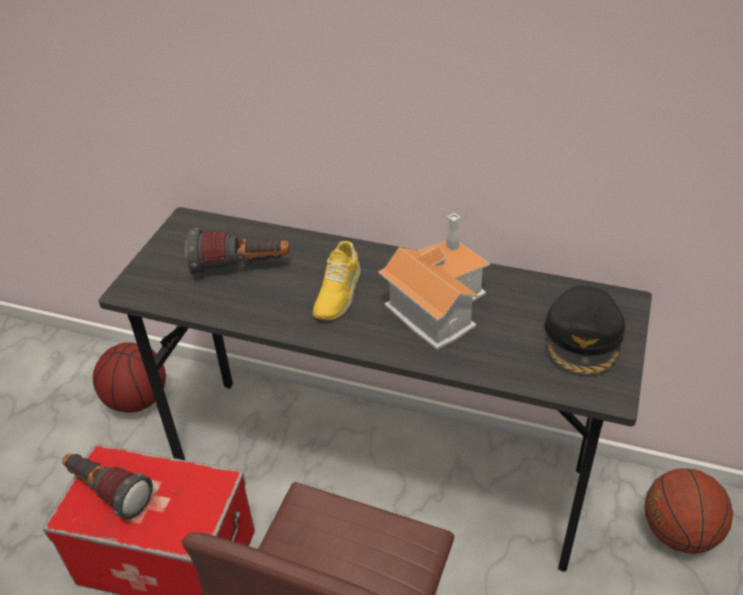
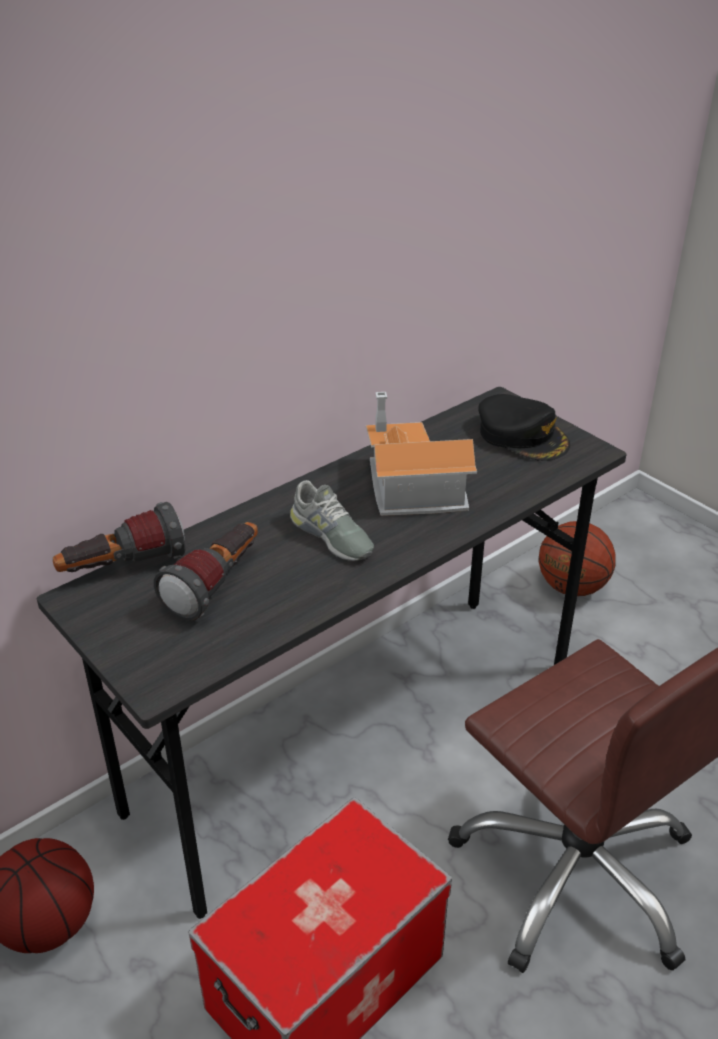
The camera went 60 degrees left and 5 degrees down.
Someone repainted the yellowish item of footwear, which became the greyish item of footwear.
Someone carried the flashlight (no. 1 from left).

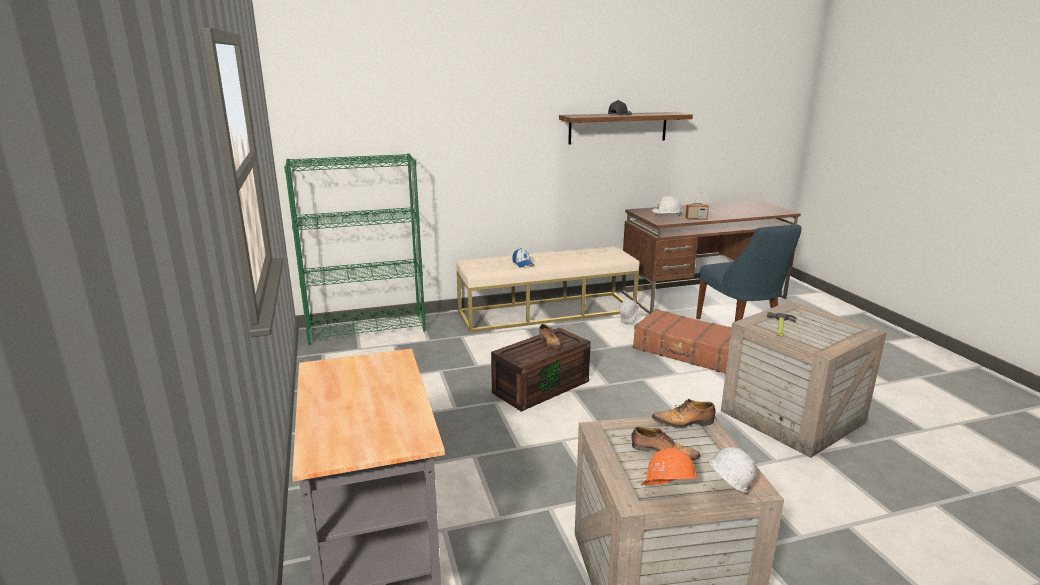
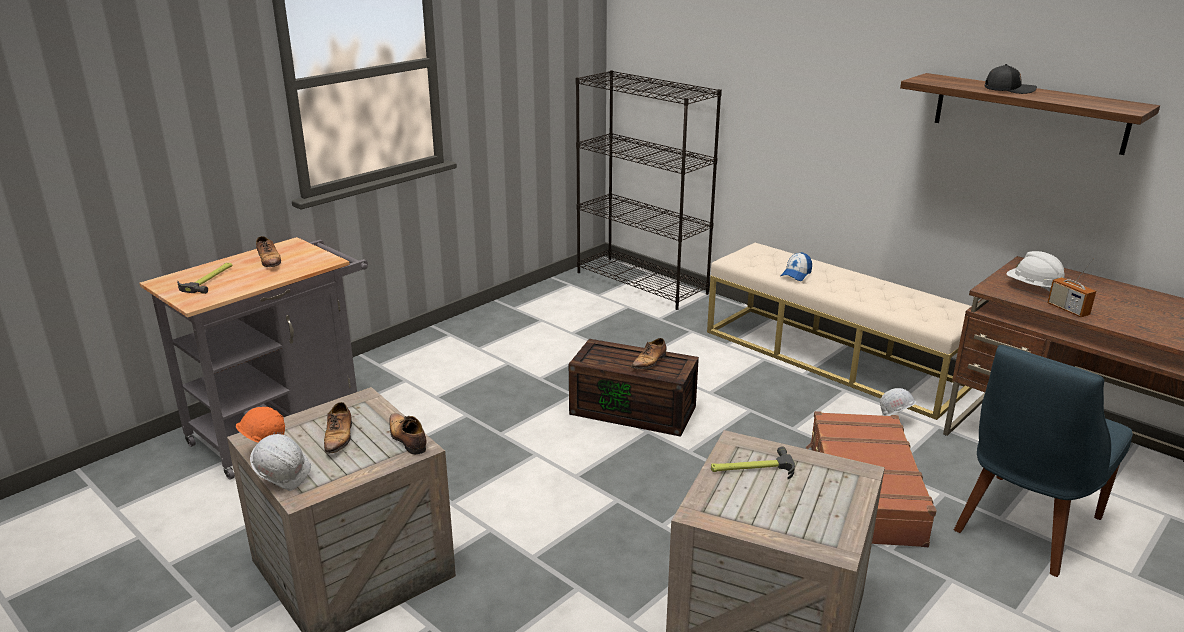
The camera went 60 degrees right and 5 degrees up.
Someone repainted the green-coloured shelving unit, which became the black-coloured shelving unit.
Someone put down the item of footwear (no. 1 from left).
Someone put down the tool hammer (no. 1 from left).

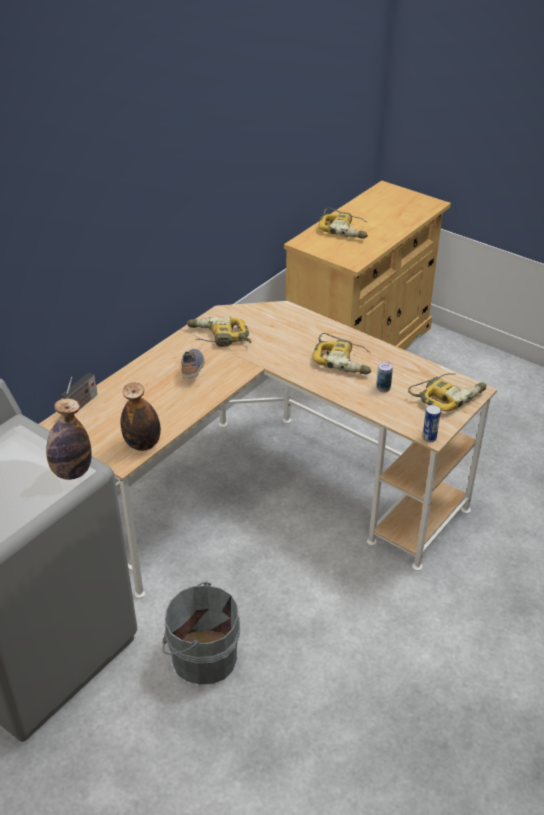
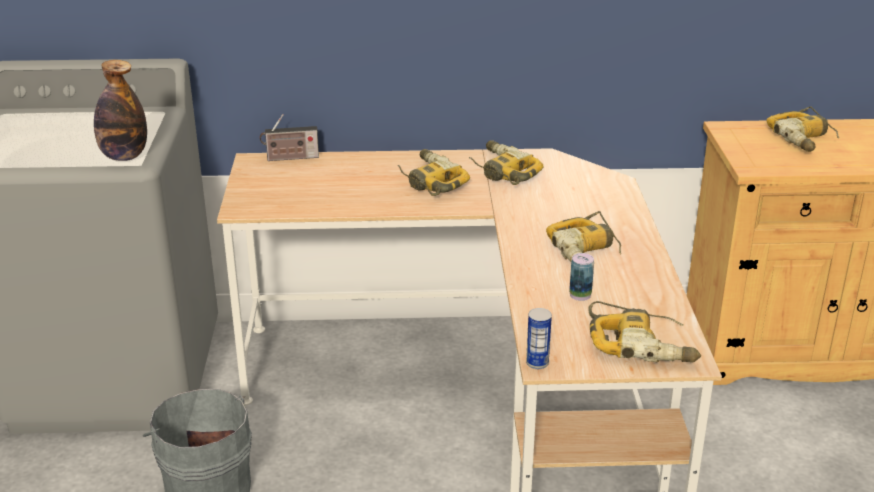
The camera went 50 degrees right and 10 degrees down.
Someone swapped the item of footwear for the drill (no. 1 from left).
Someone took away the beverage bottle (no. 2 from left).

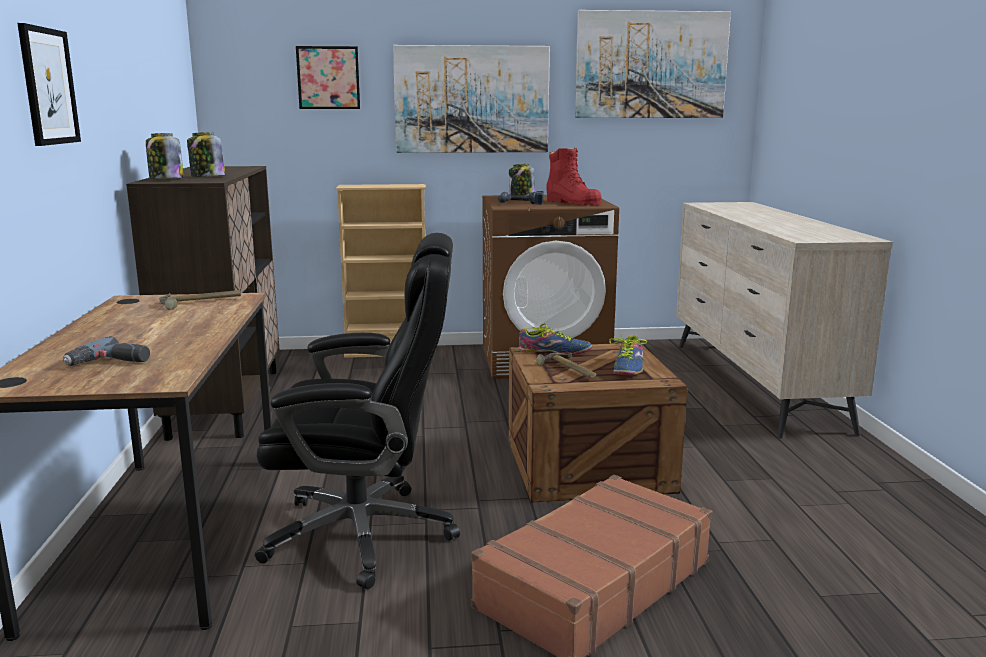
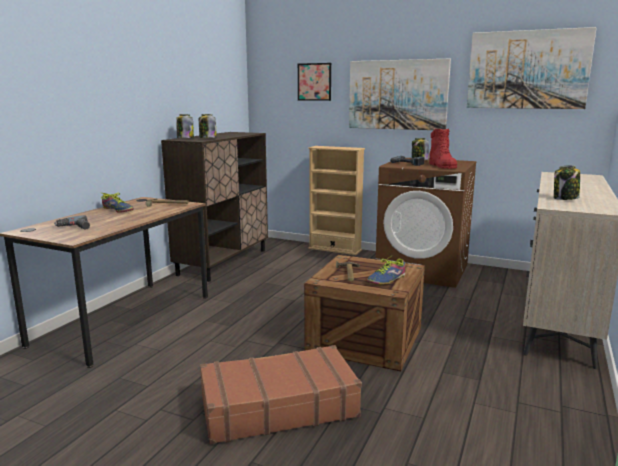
The camera went 30 degrees right and 0 degrees up.
Someone took away the wall picture (no. 1 from left).
Someone took away the black-coloured computer chair.
Someone carried the item of footwear (no. 1 from left).
Someone put down the jar (no. 4 from left).

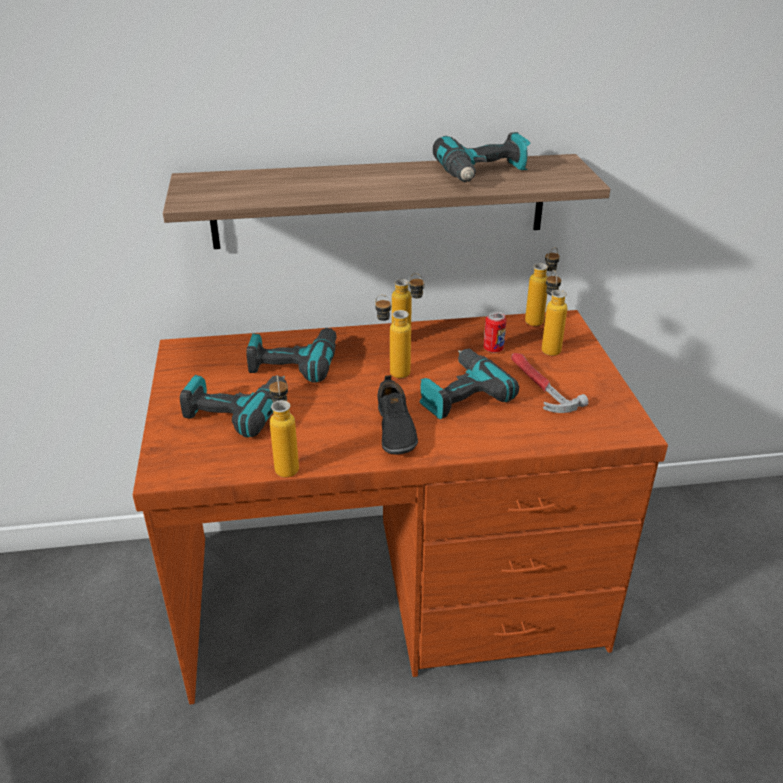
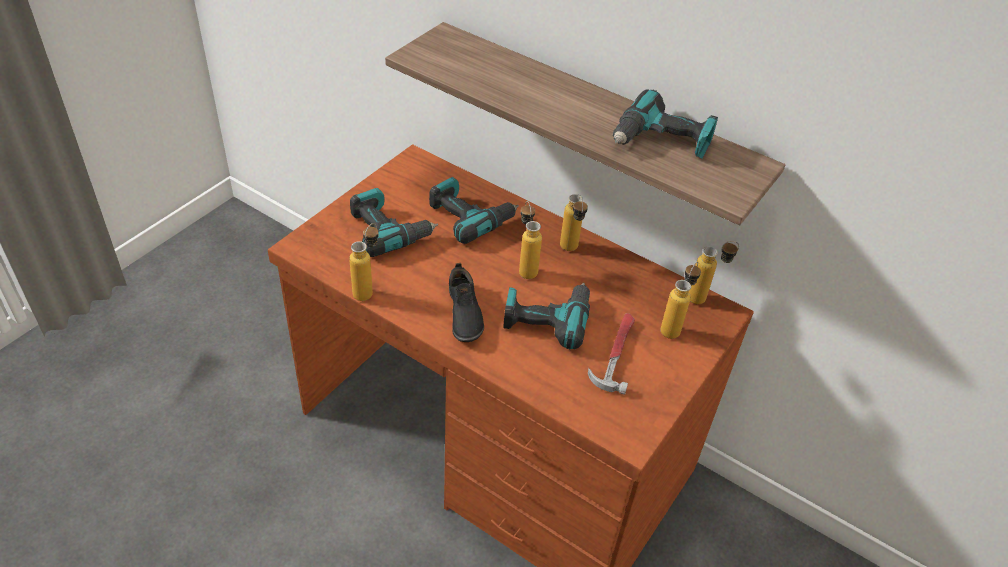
The camera went 40 degrees right and 10 degrees up.
Someone took away the metal can.
Someone rotated the black-coloured item of footwear by 45 degrees counterclockwise.

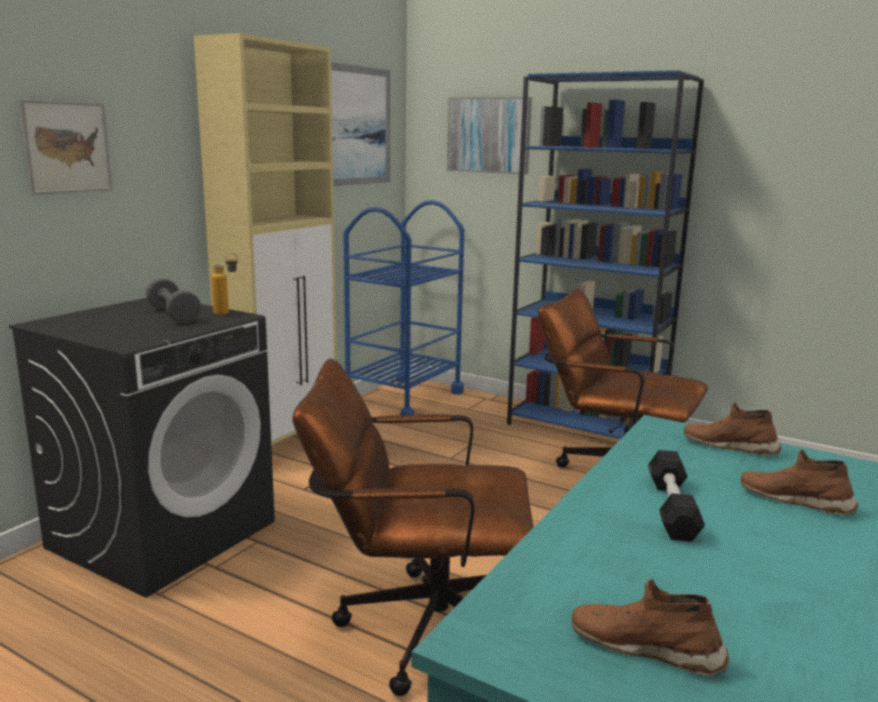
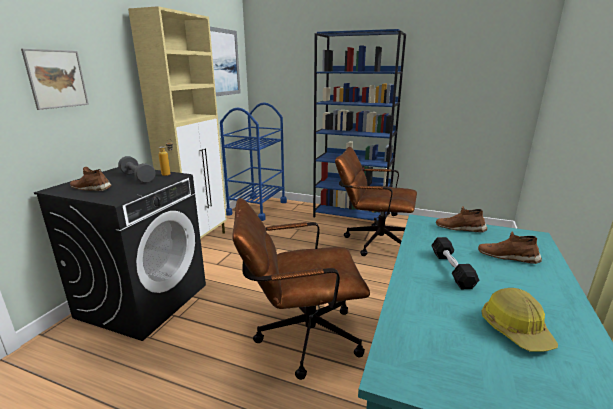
The camera went 10 degrees left and 5 degrees up.
Someone took away the wall picture (no. 3 from left).
Someone carried the brown-coloured item of footwear (no. 1 from left).
Someone put down the hard hat.

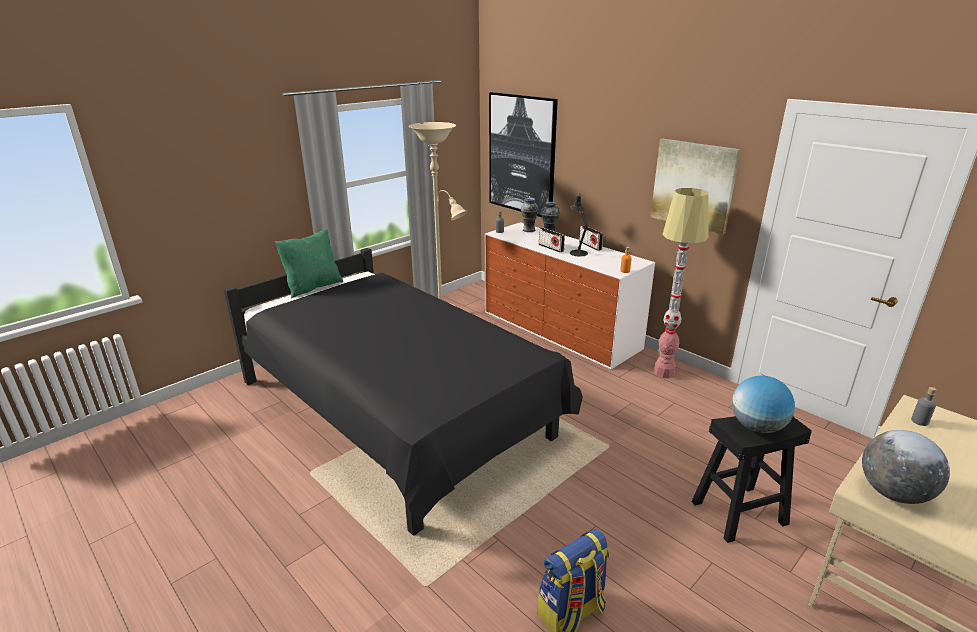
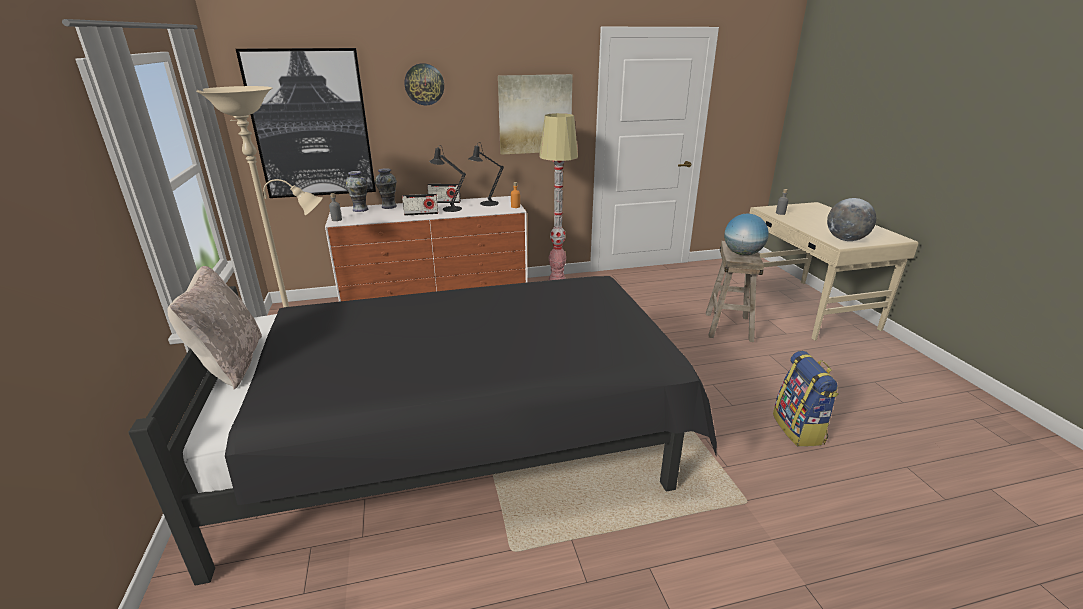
The camera went 60 degrees left and 0 degrees up.
Someone repainted the green-coloured throw pillow, which became the beige-coloured throw pillow.
Someone repainted the black-coloured sitting stool, which became the beige-coloured sitting stool.
Someone put up the clock on the wall.
Someone put down the black-coloured tabletop lamp (no. 2 from left).

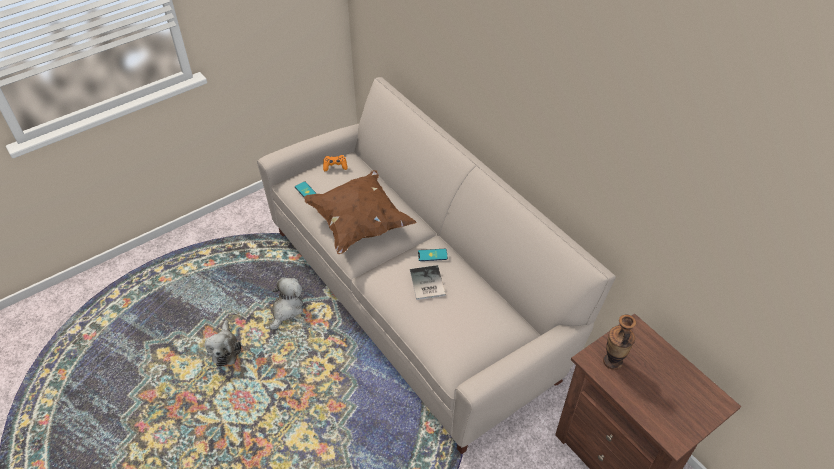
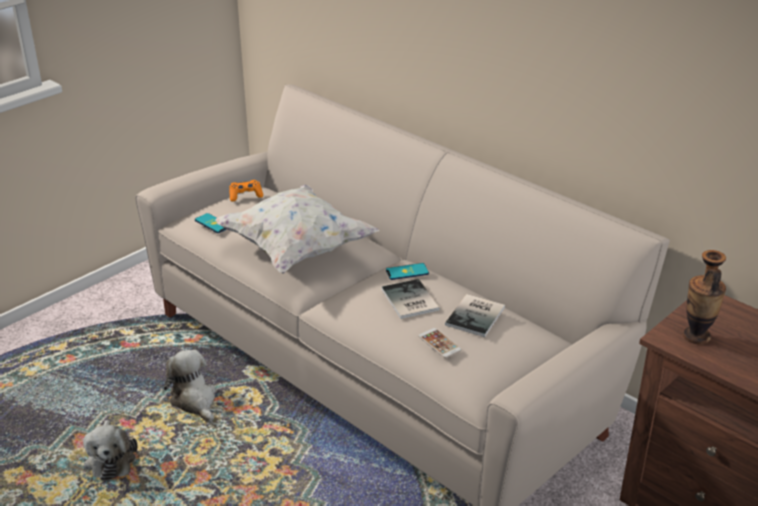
The camera went 10 degrees left and 15 degrees down.
Someone repainted the brown-coloured throw pillow, which became the white throw pillow.
Someone rotated the cuddly toy (no. 2 from left) by 45 degrees counterclockwise.
Someone put down the volume (no. 2 from left).
Someone put down the phone (no. 3 from left).

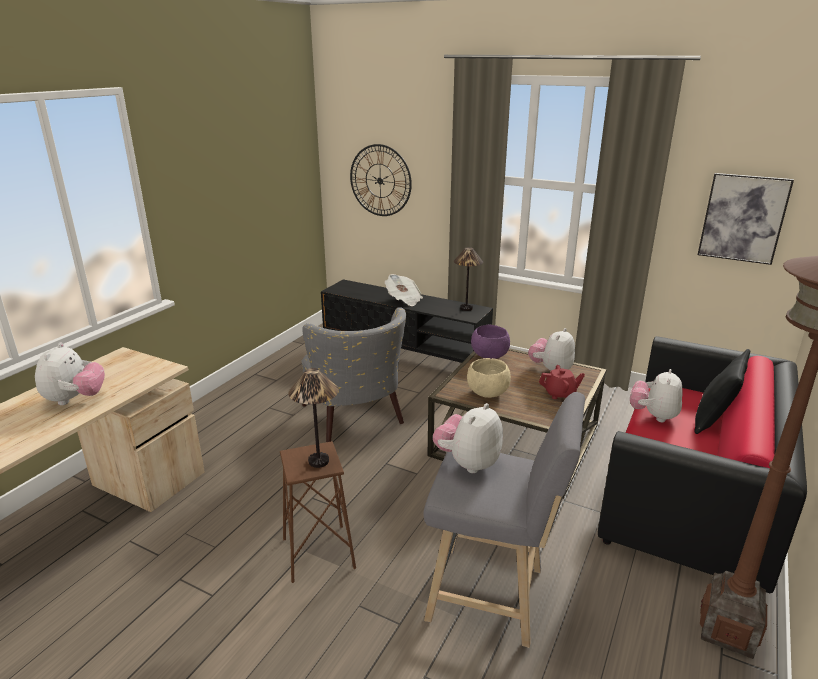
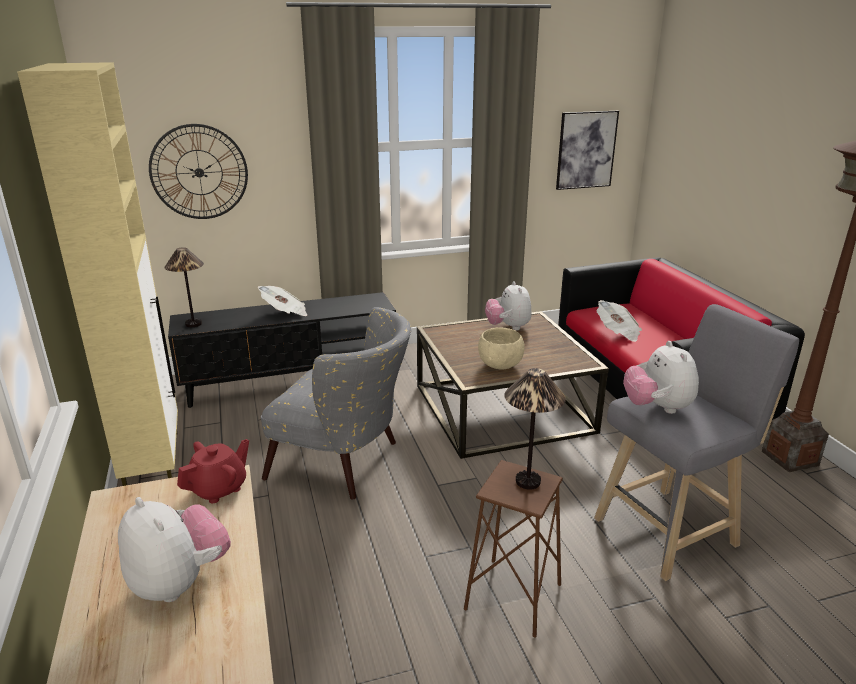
The camera went 45 degrees left and 0 degrees up.
Someone carried the tabletop lamp (no. 2 from left in the first image).
Someone took away the purple bowl.
Someone took away the black-coloured throw pillow.
Someone carried the red-coloured teapot.
Someone swapped the cuddly toy (no. 4 from left) for the printed paper (no. 2 from left).
Someone put down the beige-coloured cupboard.

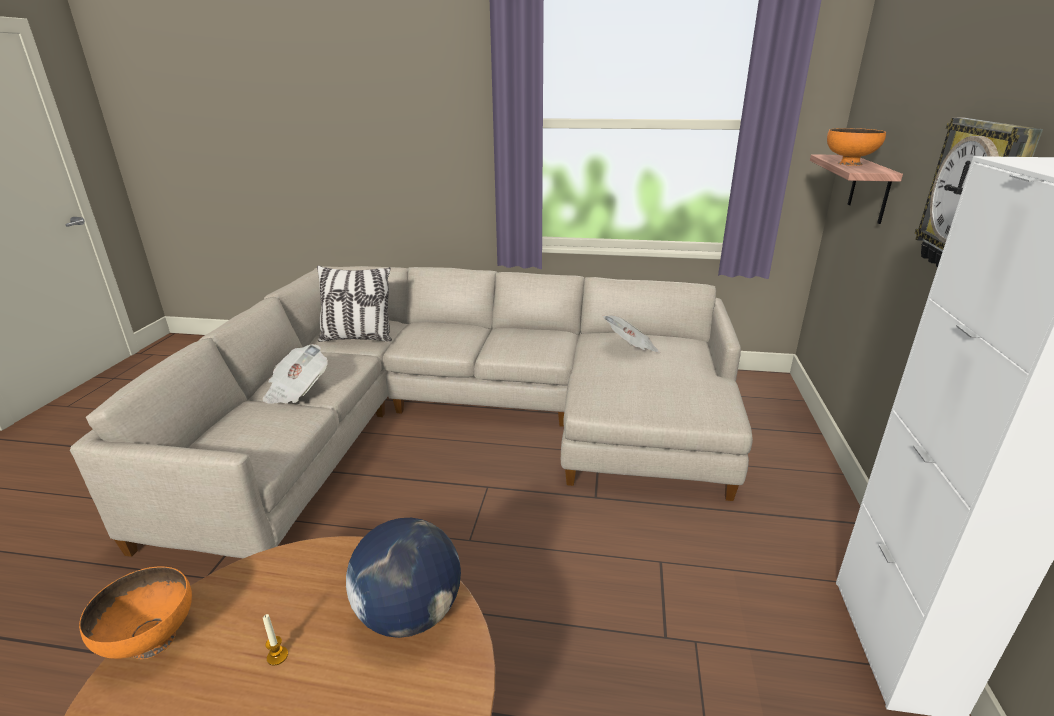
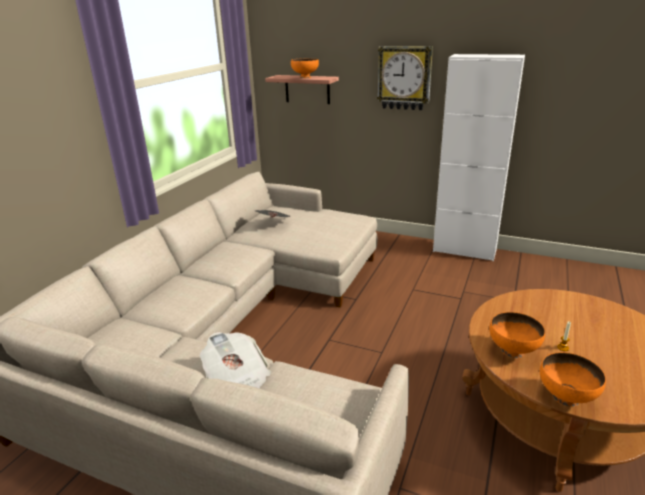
The camera went 75 degrees left and 0 degrees up.
Someone took away the throw pillow.
Someone took away the globe.
Someone put down the orange-coloured bowl (no. 2 from left).

